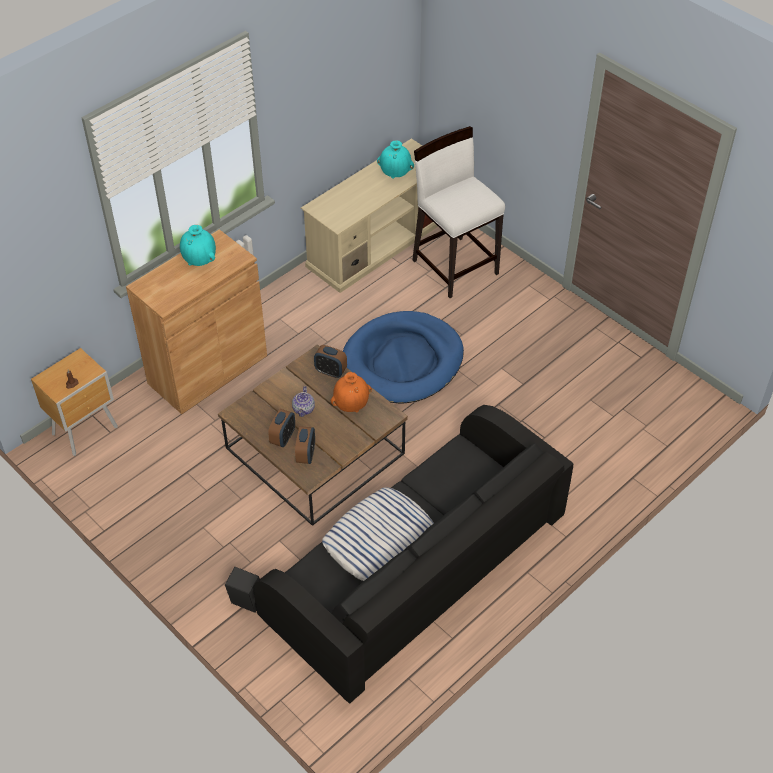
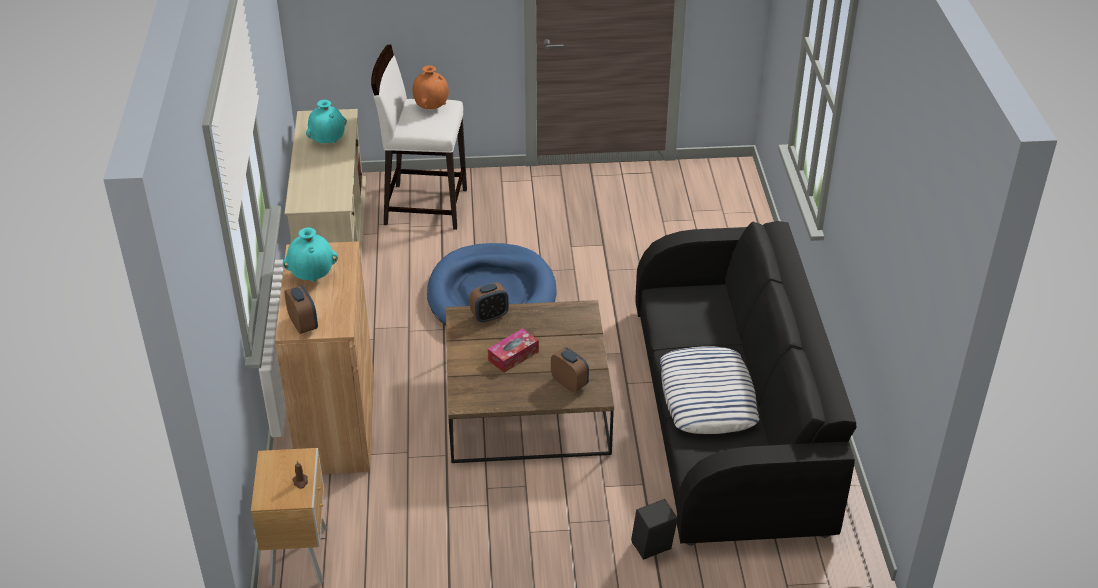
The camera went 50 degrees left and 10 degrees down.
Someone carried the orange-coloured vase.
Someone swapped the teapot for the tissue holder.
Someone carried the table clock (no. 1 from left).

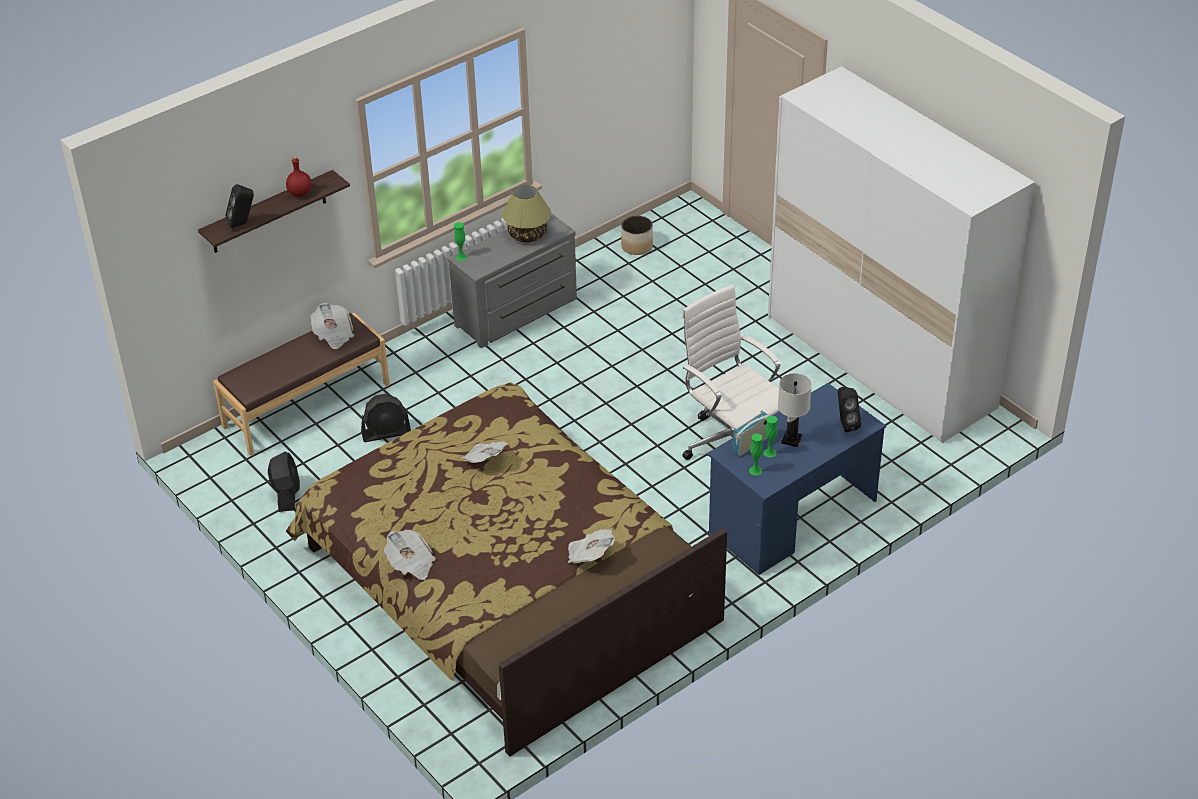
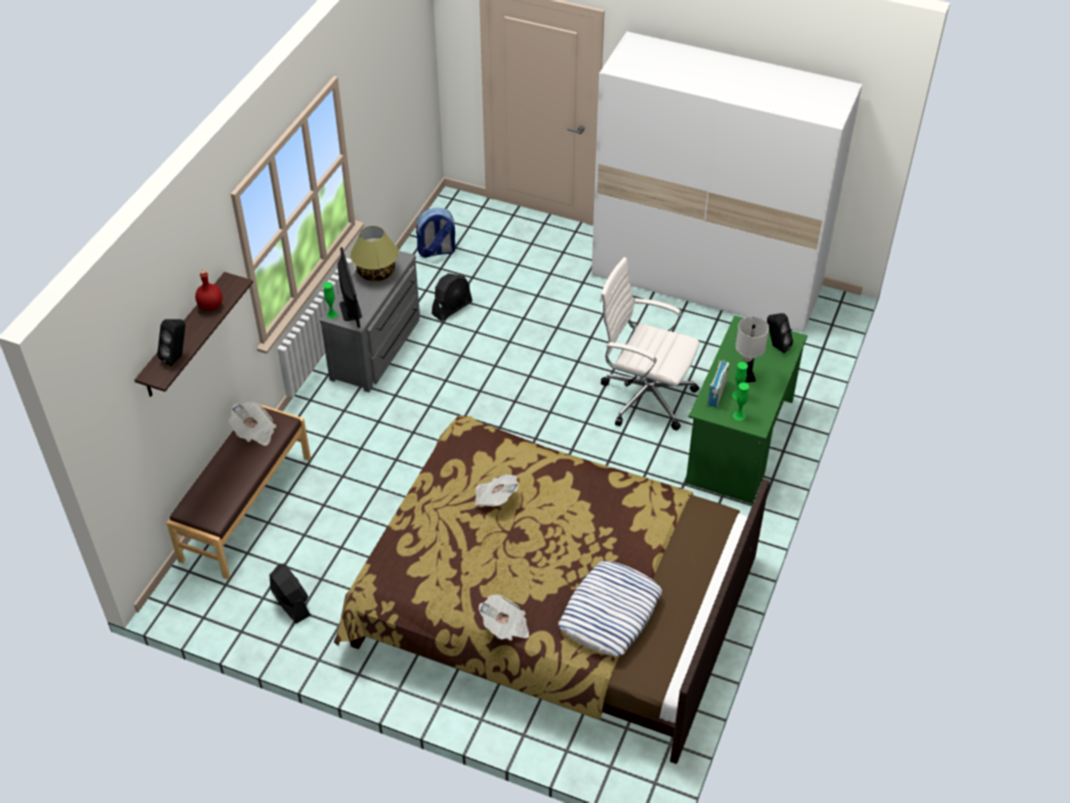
The camera went 30 degrees left and 5 degrees up.
Someone swapped the plant pot for the knapsack.
Someone repainted the bluish desk, which became the green-coloured desk.
Someone carried the black-coloured cooling fan (no. 2 from left).
Someone took away the printed paper (no. 4 from left).
Someone put down the computer display.
Someone put down the throw pillow.

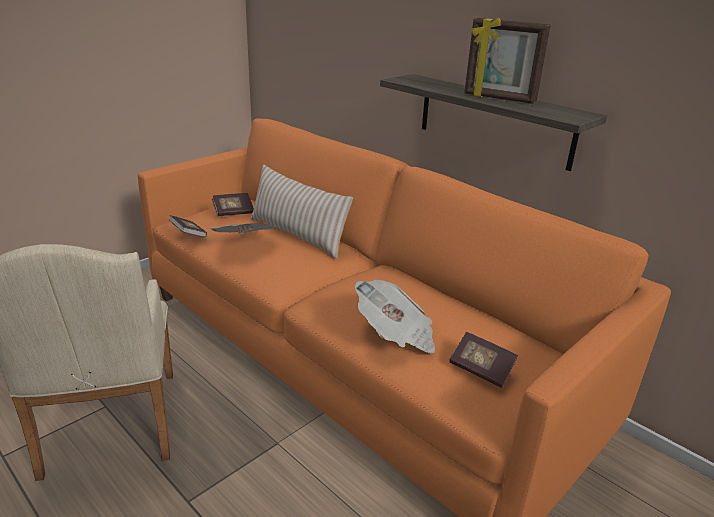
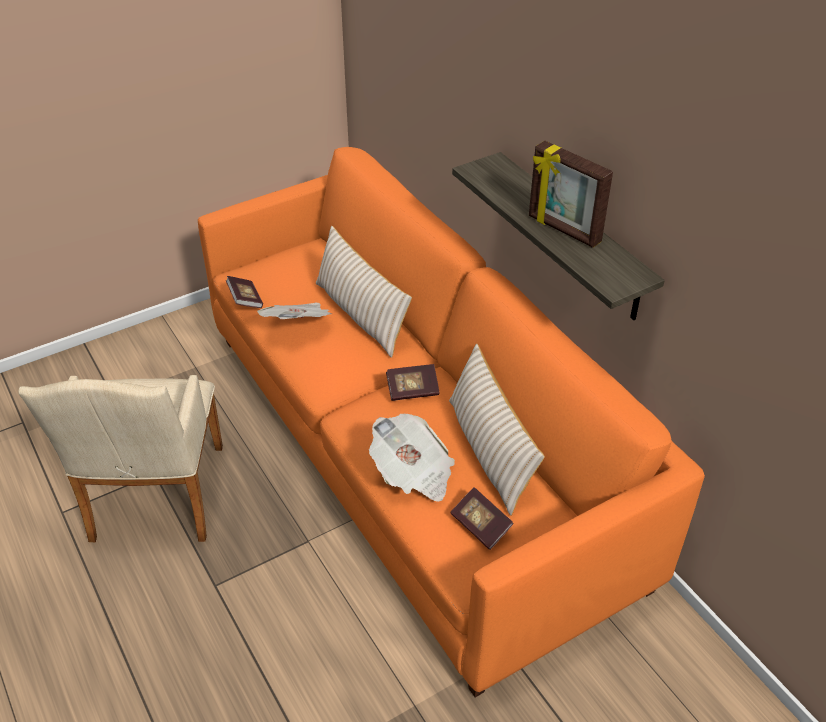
The camera went 15 degrees right and 15 degrees up.
Someone carried the volume (no. 2 from left).
Someone put down the beige-coloured throw pillow (no. 2 from left).

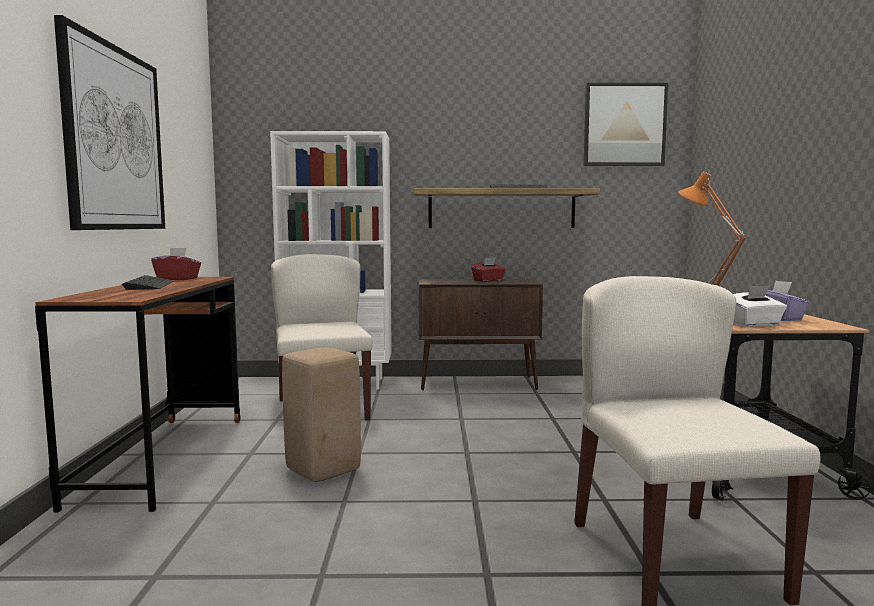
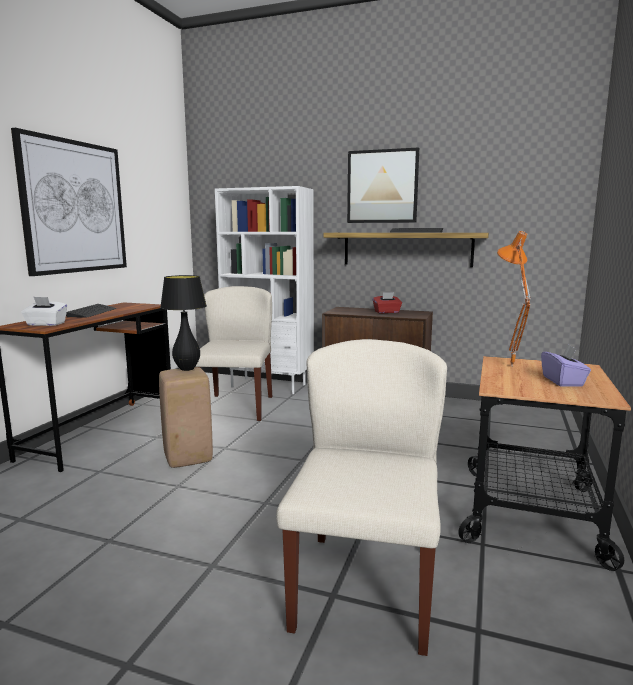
The camera went 20 degrees right and 5 degrees up.
Someone carried the wall picture (no. 2 from left).
Someone took away the red-coloured tissue holder (no. 1 from left).
Someone carried the white tissue holder.
Someone put down the black-coloured tabletop lamp.

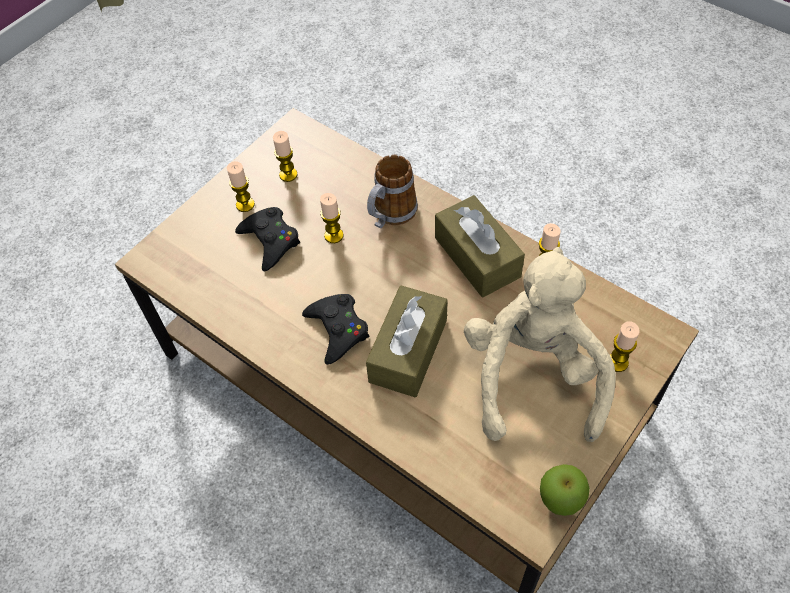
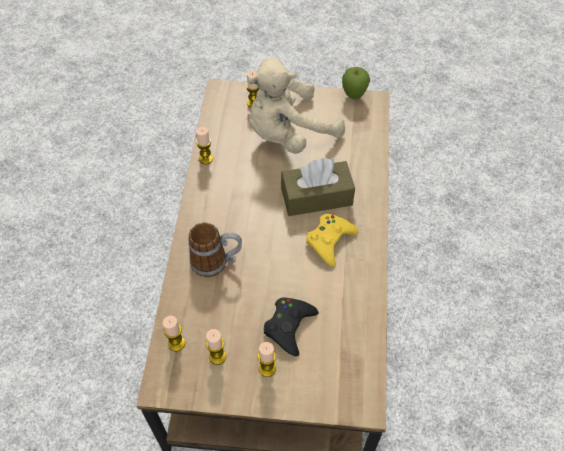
The camera went 125 degrees left and 0 degrees up.
Someone carried the wax candle (no. 3 from left in the first image).
Someone took away the brown-coloured tissue holder (no. 2 from left).
Someone repainted the black-coloured gamepad (no. 2 from left), which became the yellowish gamepad.

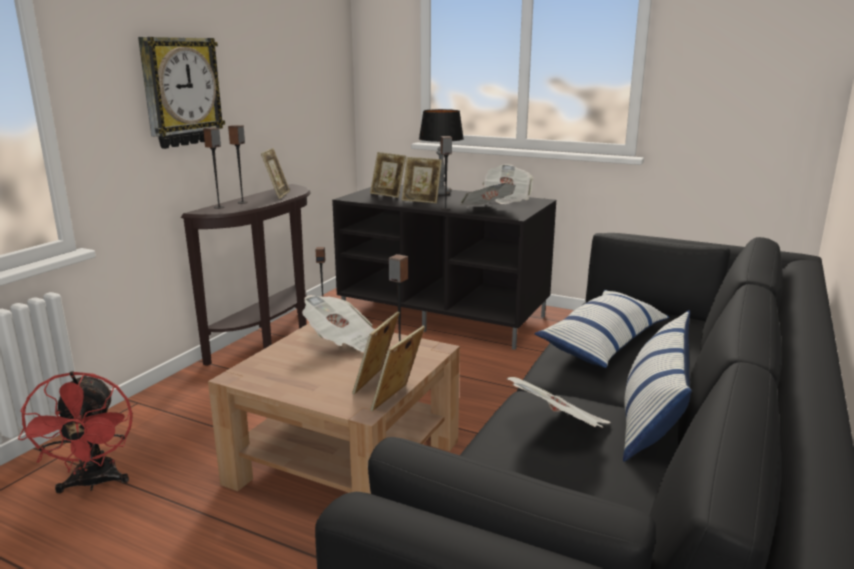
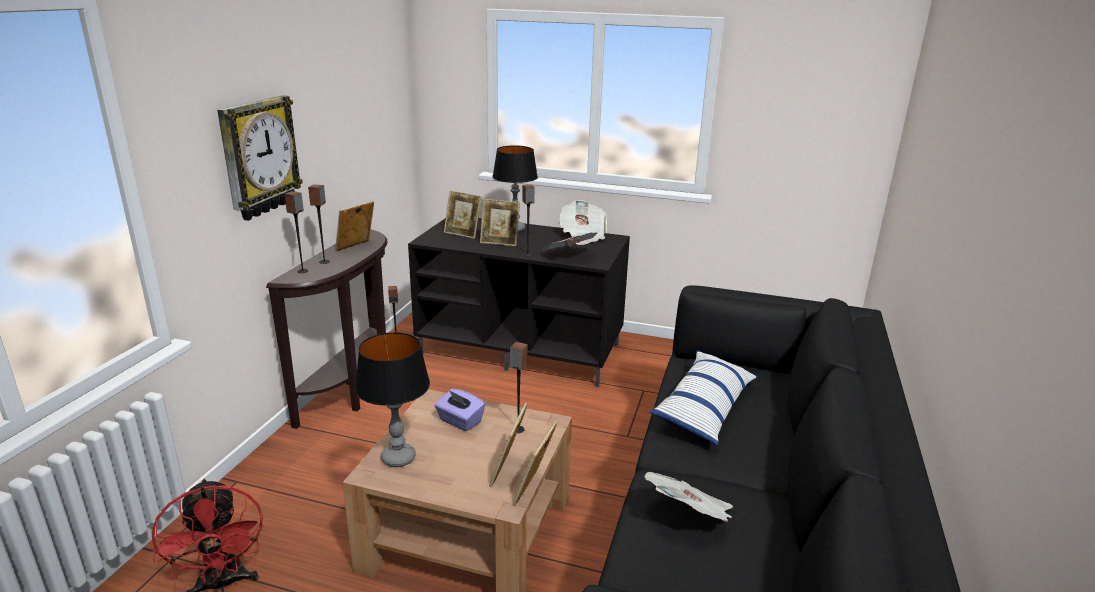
The camera went 10 degrees left and 5 degrees up.
Someone rotated the standing frame (no. 1 from left) by 135 degrees counterclockwise.
Someone swapped the printed paper (no. 1 from left) for the purple tissue holder.
Someone took away the throw pillow (no. 2 from left).
Someone put down the tabletop lamp (no. 1 from left).

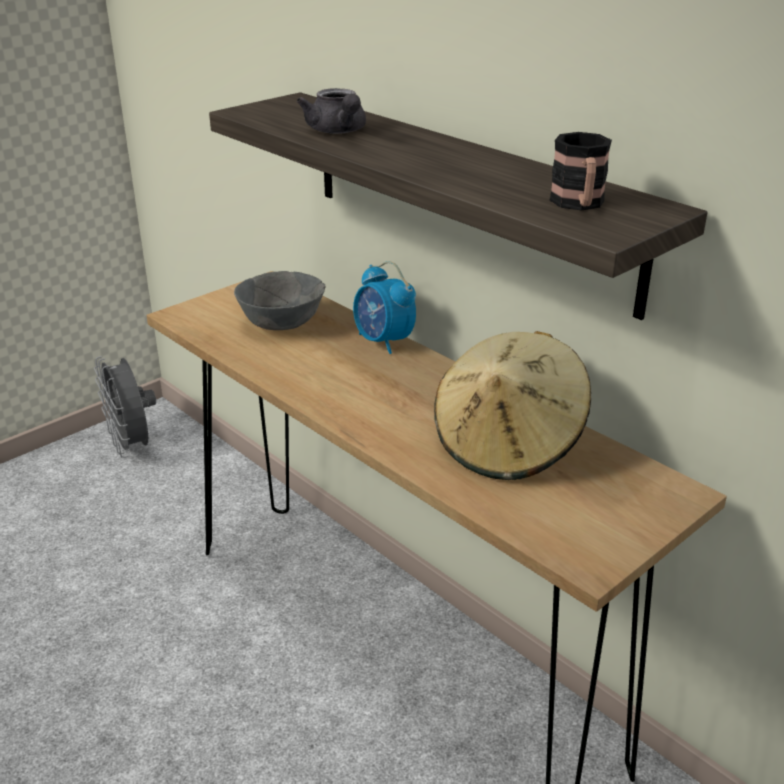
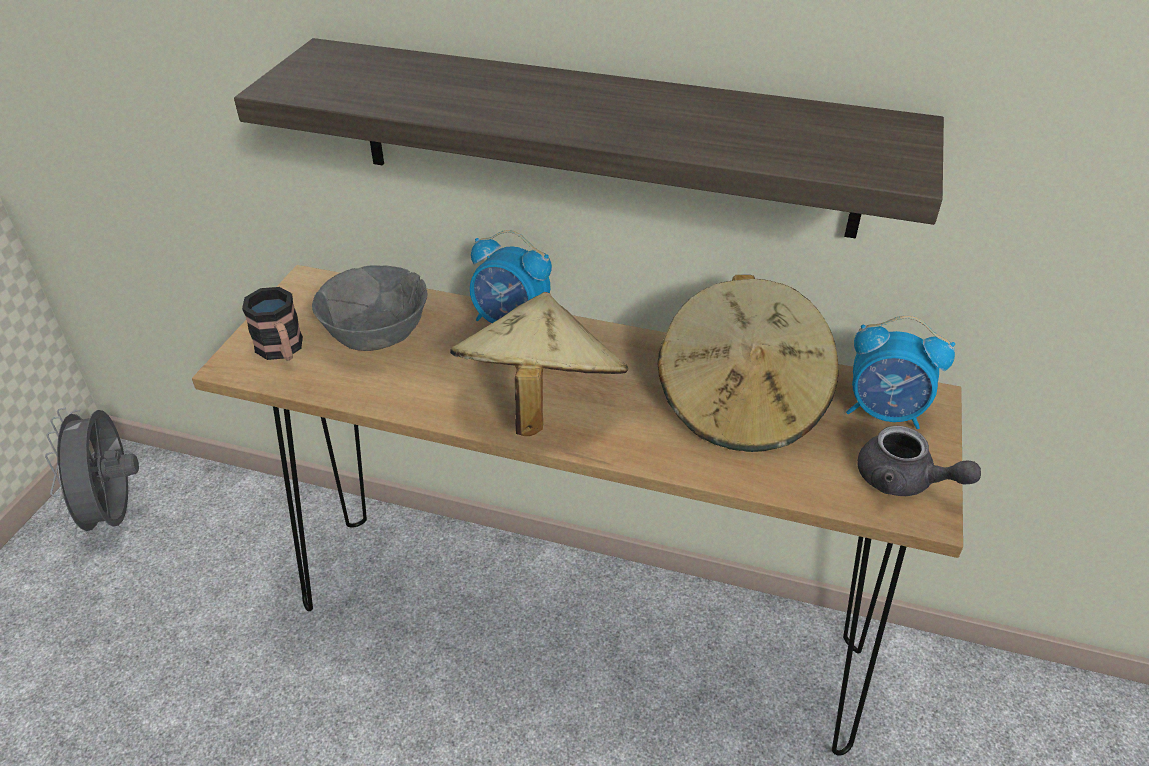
The camera went 30 degrees left and 10 degrees up.
Someone carried the greyish teapot.
Someone carried the coffee mug.
Someone rotated the greyish cooling fan by 45 degrees clockwise.
Someone put down the beige-coloured wearable hat (no. 1 from left).
Someone put down the table clock (no. 2 from left).

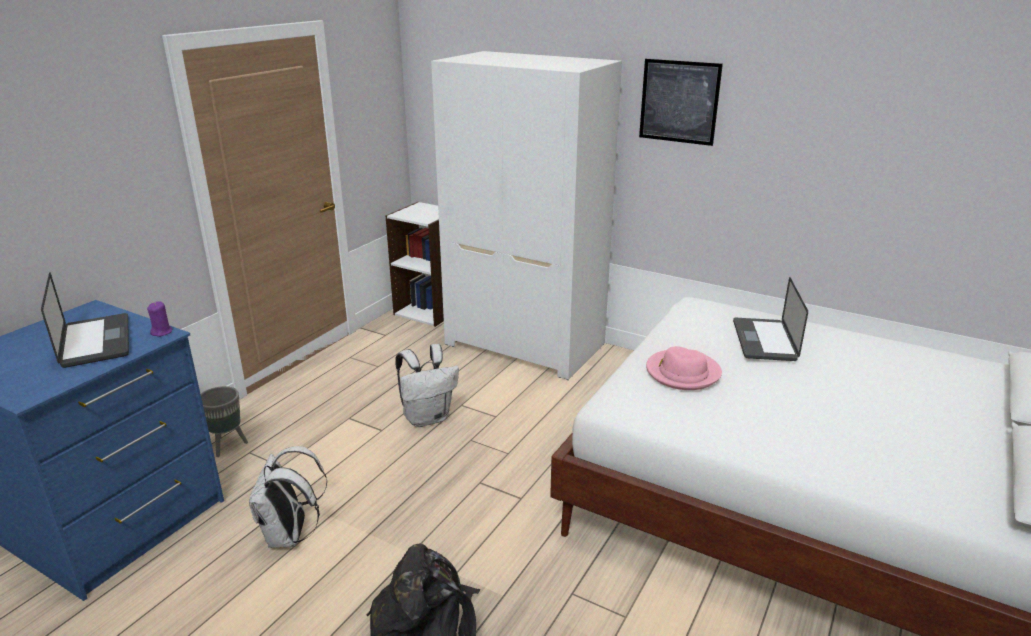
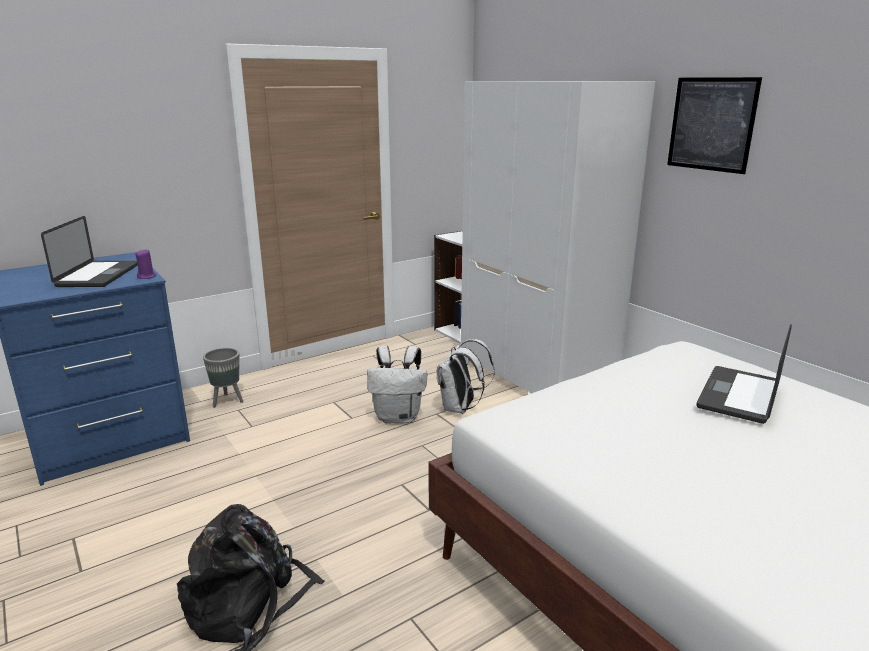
The camera went 25 degrees right and 5 degrees down.
Someone took away the pinkish wearable hat.
Someone carried the white knapsack (no. 1 from left in the first image).

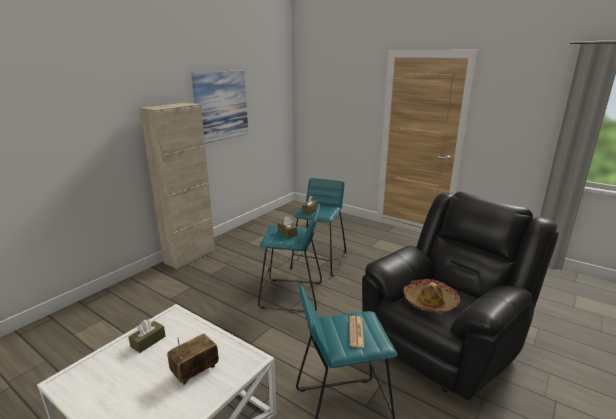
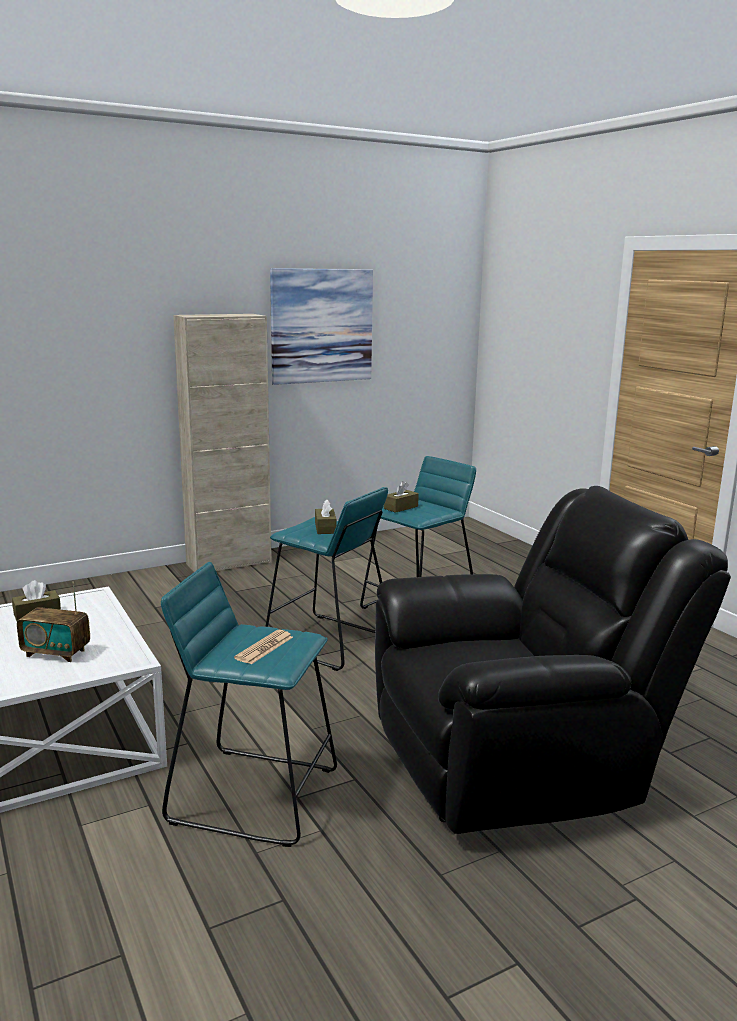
The camera went 25 degrees right and 5 degrees down.
Someone took away the wearable hat.
Someone rotated the radio receiver by 150 degrees counterclockwise.

